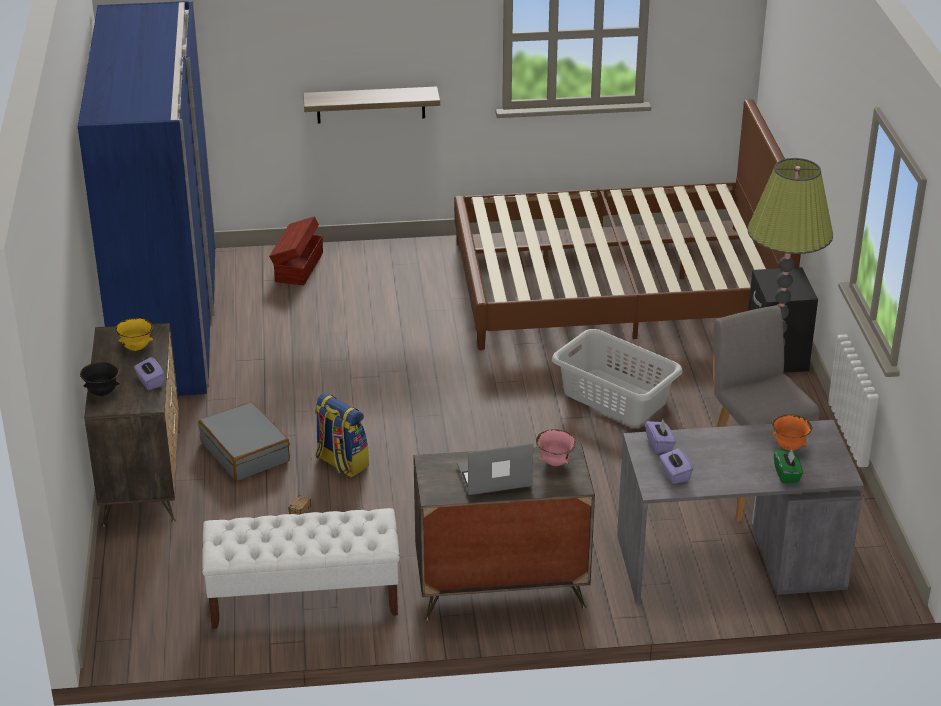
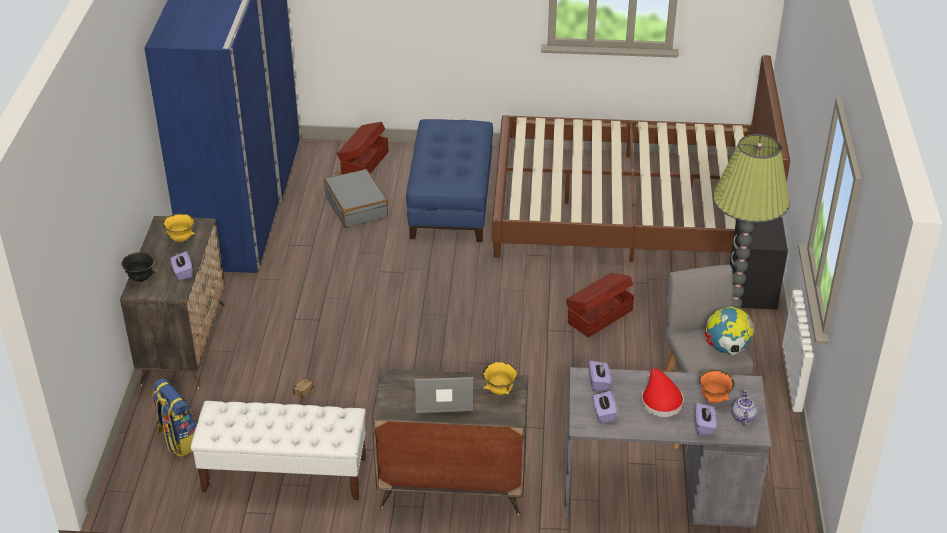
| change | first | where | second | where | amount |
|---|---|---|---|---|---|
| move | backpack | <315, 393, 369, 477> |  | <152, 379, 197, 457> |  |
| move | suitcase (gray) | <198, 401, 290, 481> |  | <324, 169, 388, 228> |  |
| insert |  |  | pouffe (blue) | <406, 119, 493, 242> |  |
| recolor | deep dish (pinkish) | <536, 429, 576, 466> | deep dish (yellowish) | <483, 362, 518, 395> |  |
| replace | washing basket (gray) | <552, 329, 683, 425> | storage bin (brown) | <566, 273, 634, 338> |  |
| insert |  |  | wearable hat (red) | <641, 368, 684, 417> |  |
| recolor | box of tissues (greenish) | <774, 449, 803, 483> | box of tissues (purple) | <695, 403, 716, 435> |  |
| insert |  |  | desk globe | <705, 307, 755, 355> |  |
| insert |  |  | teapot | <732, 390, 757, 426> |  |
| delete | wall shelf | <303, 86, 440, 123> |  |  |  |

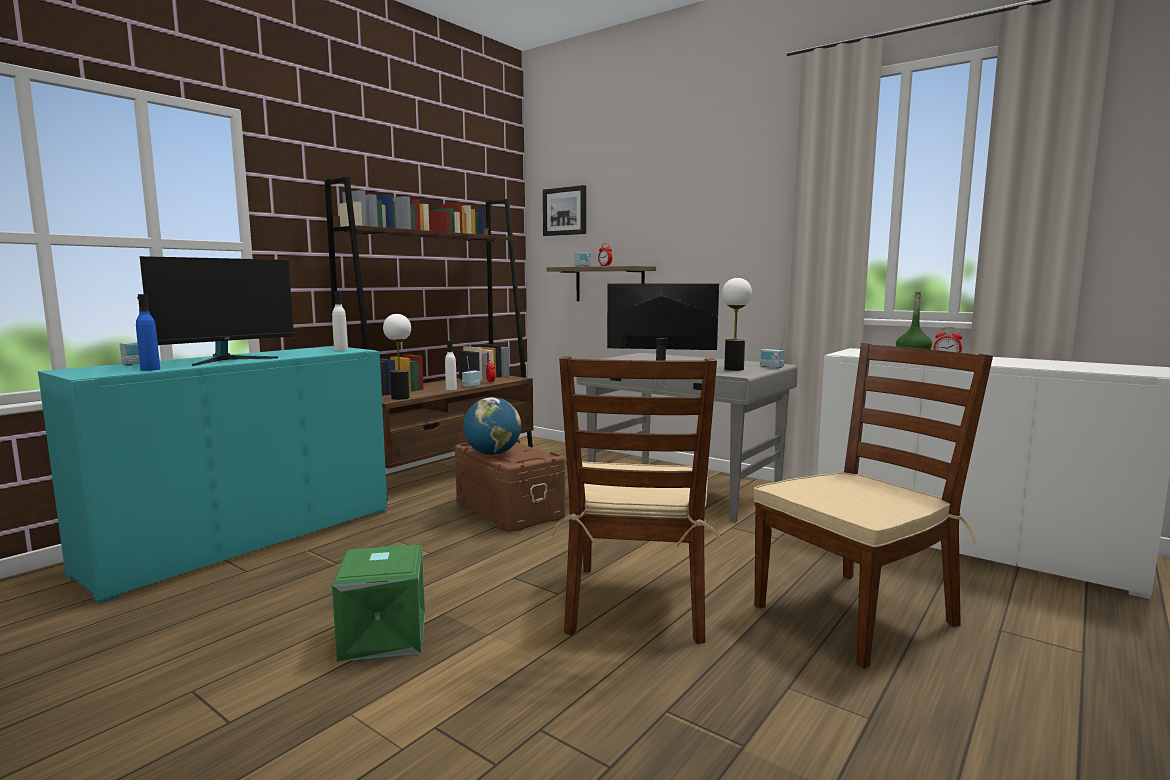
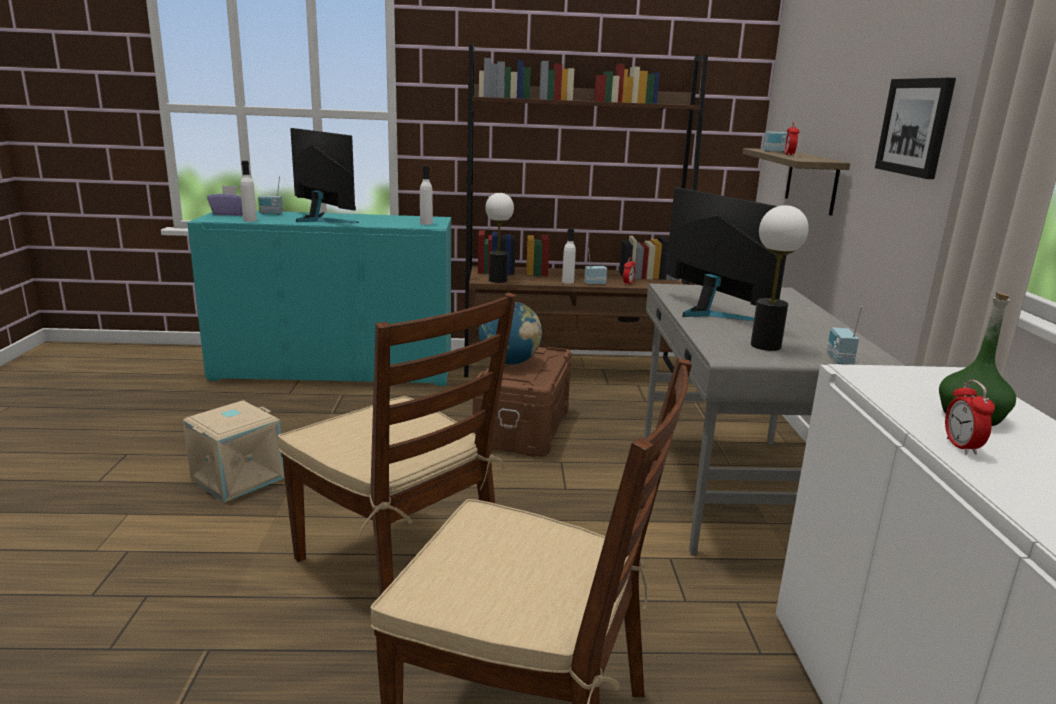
| change | first | where | second | where | amount |
|---|---|---|---|---|---|
| recolor | storage bin (greenish) | <332, 545, 425, 662> | storage bin (sand-coloured) | <183, 400, 285, 503> |  |
| insert |  |  | box of tissues (purple) | <207, 185, 243, 216> |  |
| recolor | drink bottle (blue) | <136, 294, 160, 371> | drink bottle (white) | <240, 161, 257, 222> |  |
| rotate | chair (brown) | <551, 356, 723, 644> |  | <278, 292, 517, 595> | 105 degrees counterclockwise |
| rotate | computer screen | <140, 256, 294, 366> |  | <290, 128, 359, 223> | 135 degrees counterclockwise |
| move | picture | <543, 185, 586, 236> |  | <875, 78, 956, 179> |  |

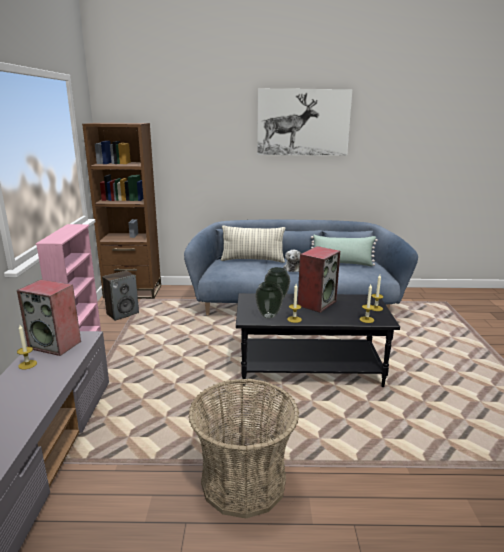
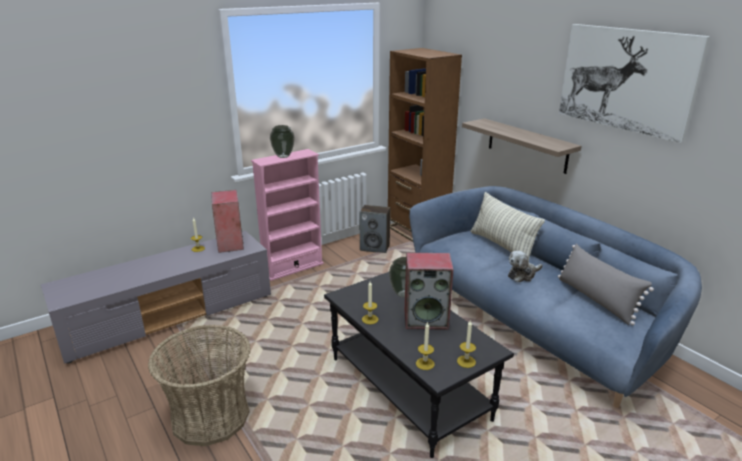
| change | first | where | second | where | amount |
|---|---|---|---|---|---|
| move | decorative vase | <255, 281, 283, 318> |  | <270, 125, 295, 158> |  |
| insert |  |  | wall shelf | <462, 118, 582, 174> |  |
| recolor | pillow (greenish) | <311, 235, 378, 267> | pillow (gray) | <558, 244, 654, 325> |  |

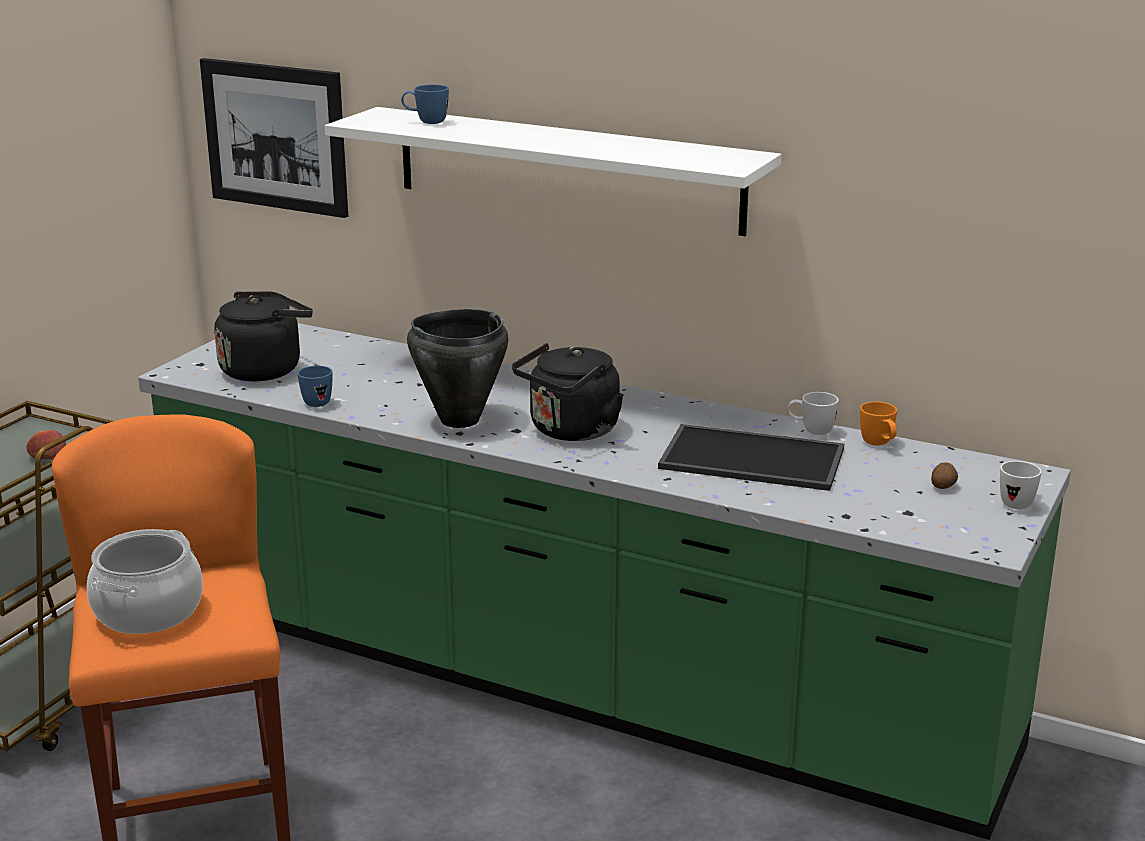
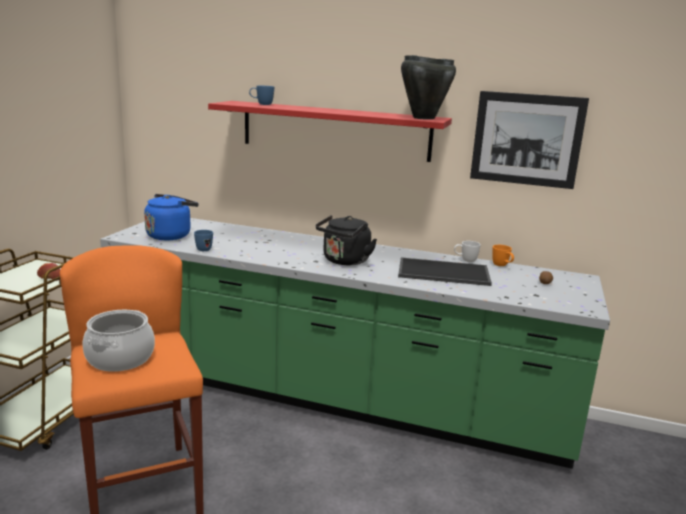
| change | first | where | second | where | amount |
|---|---|---|---|---|---|
| recolor | tea kettle (black-coloured) | <214, 291, 313, 382> | tea kettle (blue) | <144, 194, 199, 240> |  |
| recolor | wall shelf (white) | <325, 107, 782, 236> | wall shelf (red) | <208, 101, 452, 162> |  |
| move | cooking pot (black-coloured) | <407, 309, 508, 428> |  | <401, 55, 456, 120> |  |
| move | picture | <200, 58, 348, 218> |  | <470, 91, 589, 189> |  |
| delete | tea mug (white) | <1000, 461, 1042, 509> |  |  |  |

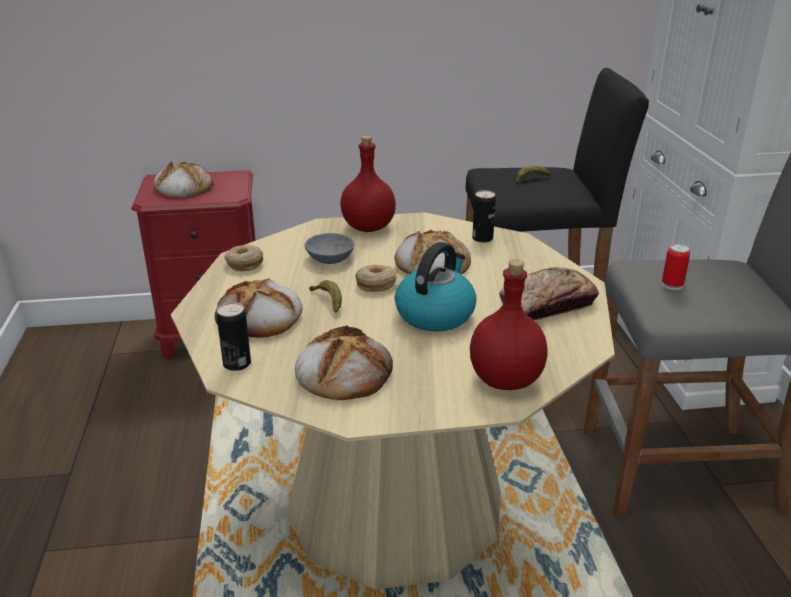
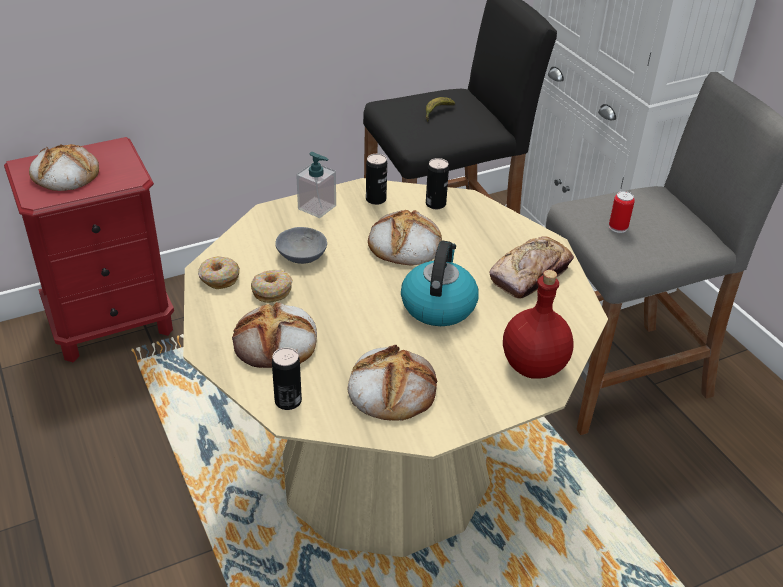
| change | first | where | second | where | amount |
|---|---|---|---|---|---|
| move | donut | <355, 265, 397, 292> |  | <251, 270, 293, 303> |  |
| replace | drink bottle (red) | <340, 136, 396, 232> | liquid soap bottle | <296, 152, 336, 218> |  |
| insert |  |  | can | <366, 154, 387, 205> |  |
| delete | whole banana | <309, 280, 342, 313> |  |  |  |

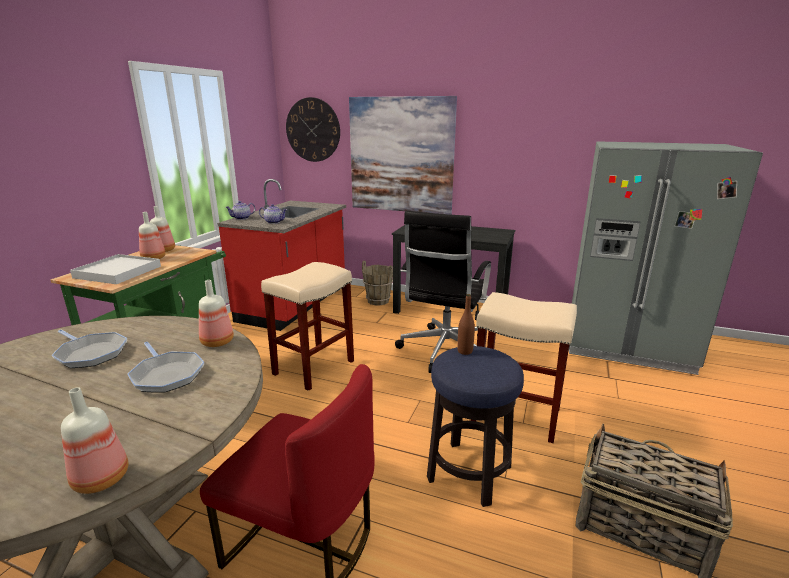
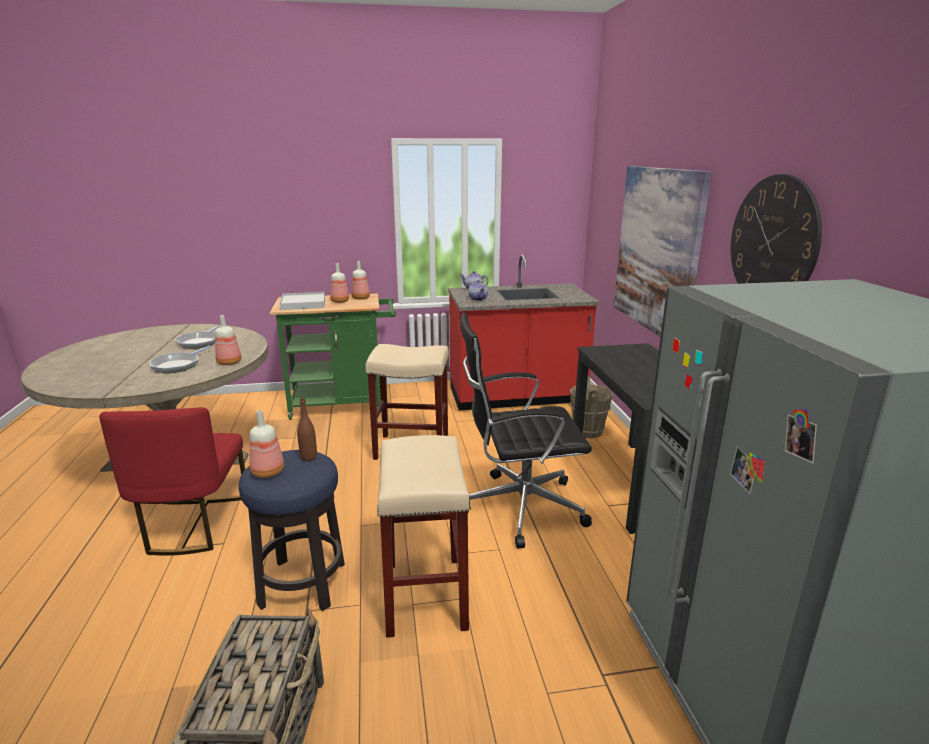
| change | first | where | second | where | amount |
|---|---|---|---|---|---|
| move | drink bottle | <61, 387, 128, 494> |  | <249, 410, 284, 478> |  |
| move | clock on the wall | <286, 97, 340, 162> |  | <731, 174, 822, 284> |  |

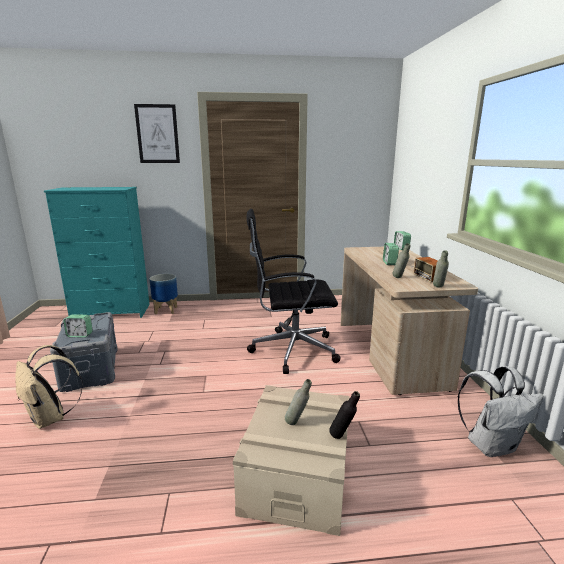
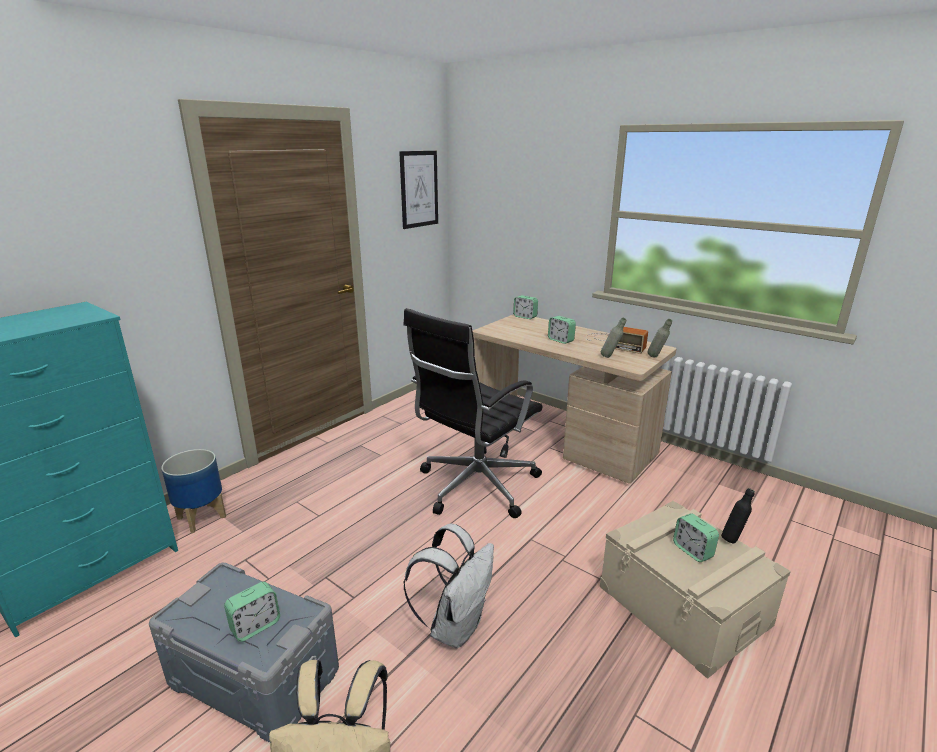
| change | first | where | second | where | amount |
|---|---|---|---|---|---|
| move | picture | <134, 104, 180, 163> |  | <399, 151, 438, 229> |  |
| move | backpack (white) | <458, 366, 544, 457> |  | <403, 524, 494, 648> |  |
| replace | drink bottle (gray) | <285, 379, 312, 425> | bedside clock | <673, 513, 719, 562> |  |

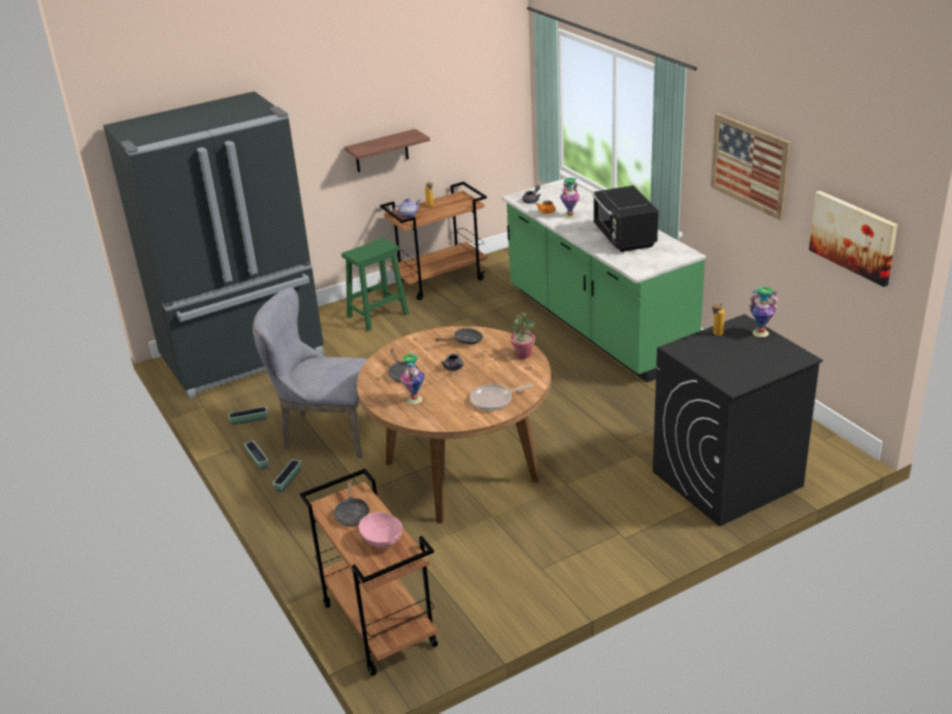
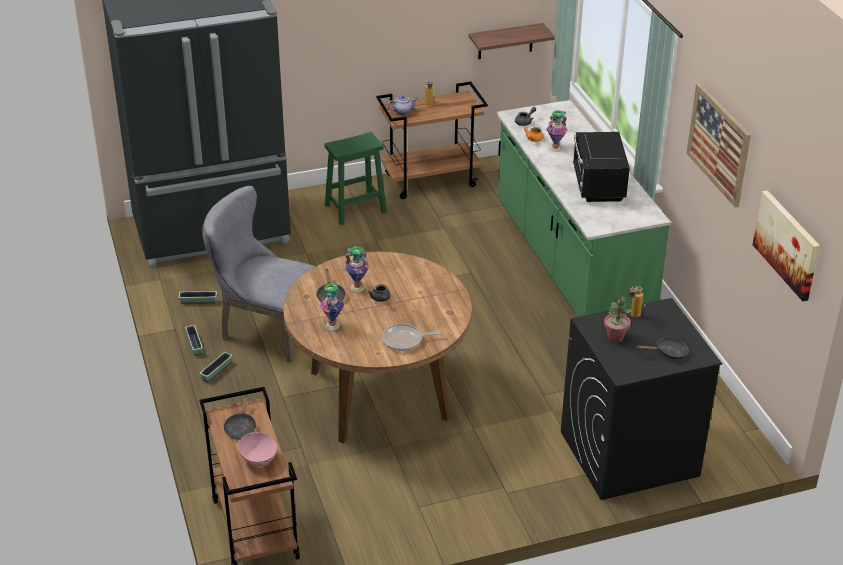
| change | first | where | second | where | amount |
|---|---|---|---|---|---|
| move | decorative vase | <750, 287, 778, 337> |  | <345, 246, 369, 292> |  |
| move | wall shelf | <344, 129, 430, 172> |  | <469, 23, 555, 59> |  |
| move | houseplant | <510, 313, 535, 359> |  | <604, 296, 632, 343> |  |
| move | pan (black-coloured) | <435, 329, 483, 344> |  | <636, 337, 689, 359> |  |

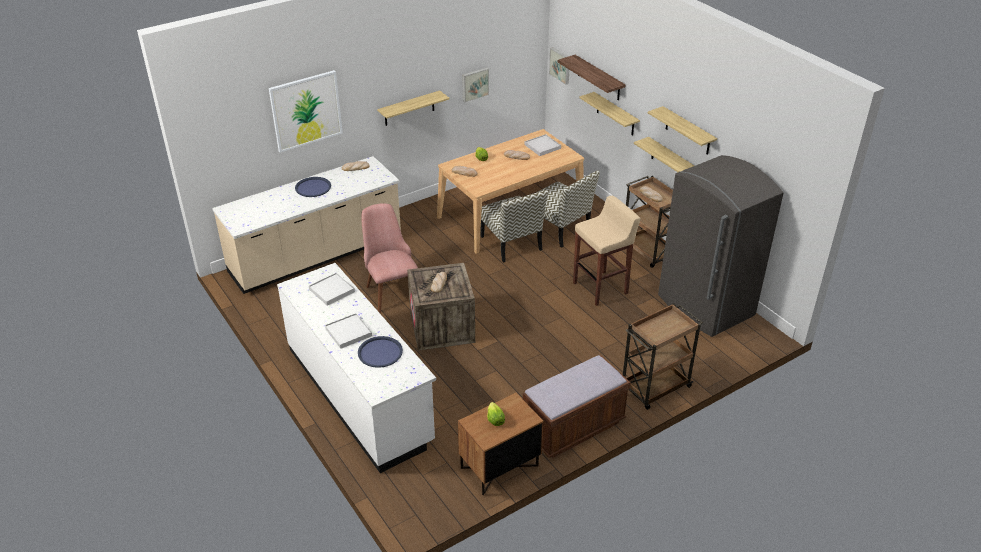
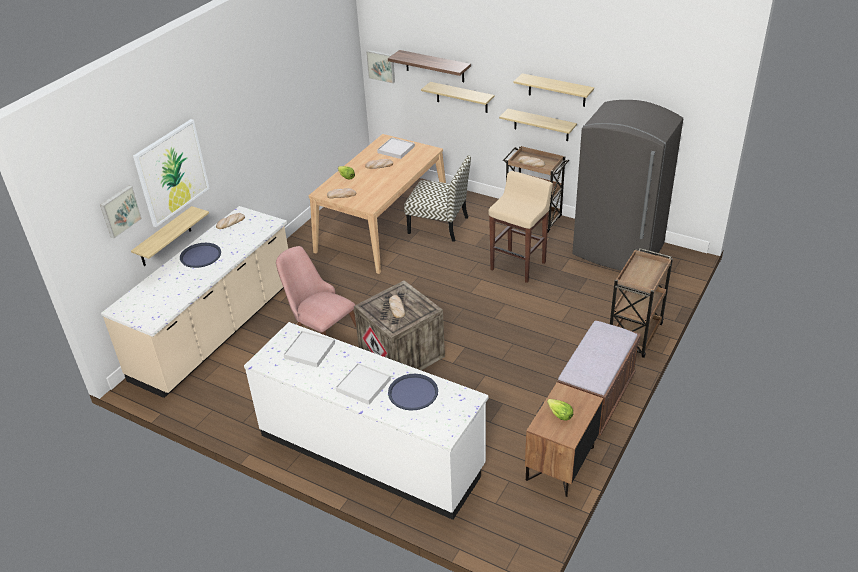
| change | first | where | second | where | amount |
|---|---|---|---|---|---|
| move | picture | <462, 68, 489, 102> |  | <100, 186, 142, 238> |  |
| move | wall shelf | <377, 90, 450, 126> |  | <131, 206, 209, 266> |  |
| delete | chair | <480, 190, 549, 263> |  |  |  |

